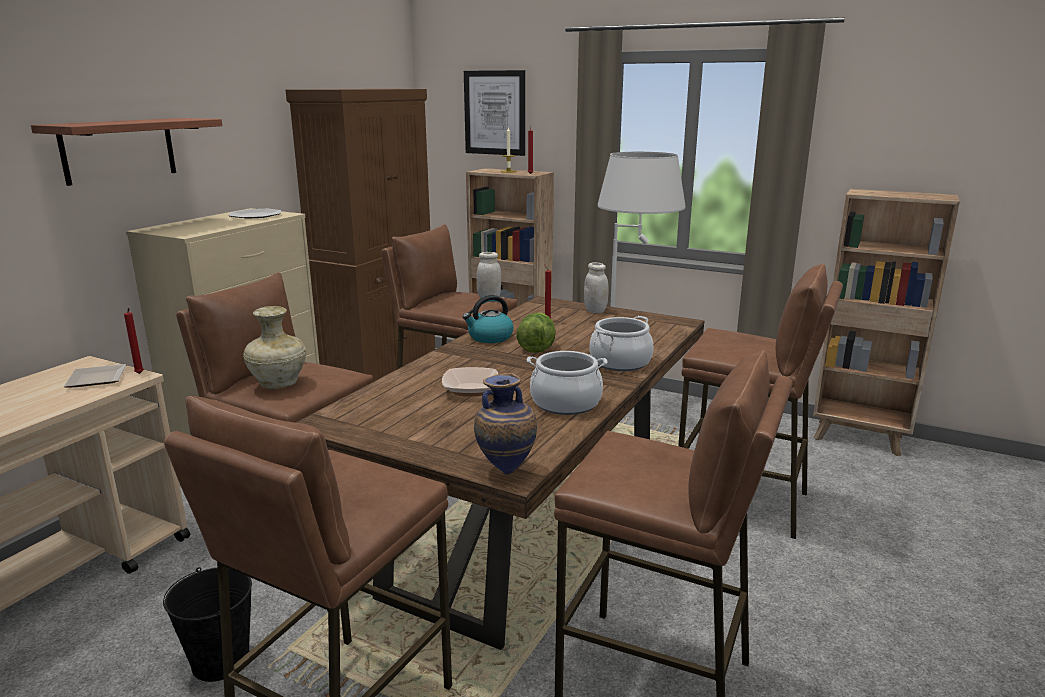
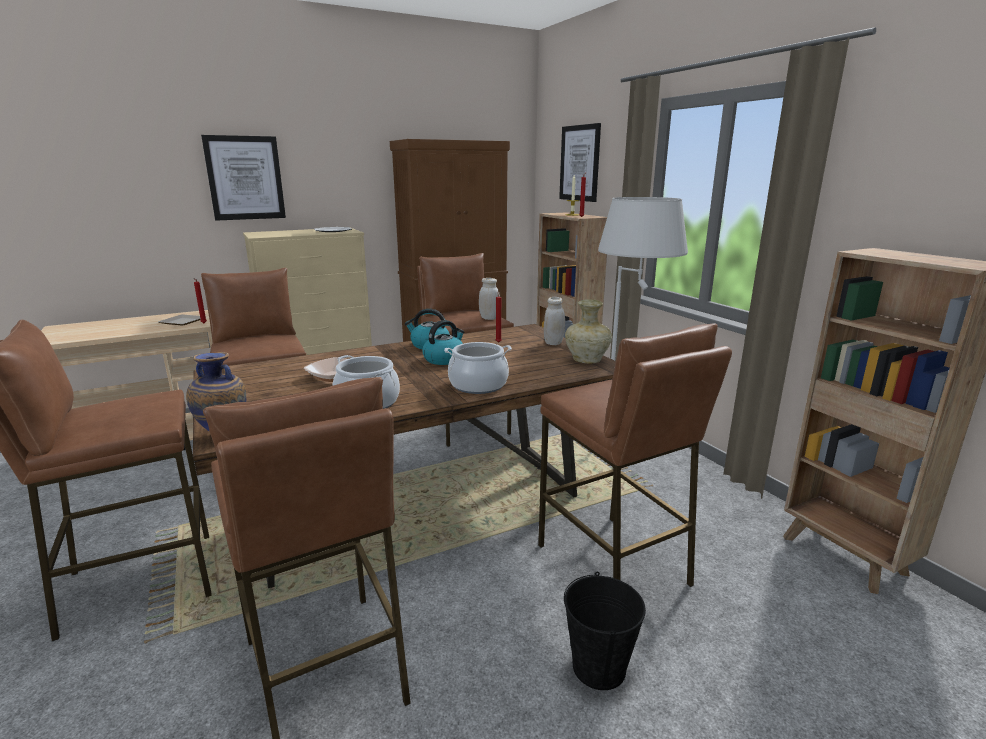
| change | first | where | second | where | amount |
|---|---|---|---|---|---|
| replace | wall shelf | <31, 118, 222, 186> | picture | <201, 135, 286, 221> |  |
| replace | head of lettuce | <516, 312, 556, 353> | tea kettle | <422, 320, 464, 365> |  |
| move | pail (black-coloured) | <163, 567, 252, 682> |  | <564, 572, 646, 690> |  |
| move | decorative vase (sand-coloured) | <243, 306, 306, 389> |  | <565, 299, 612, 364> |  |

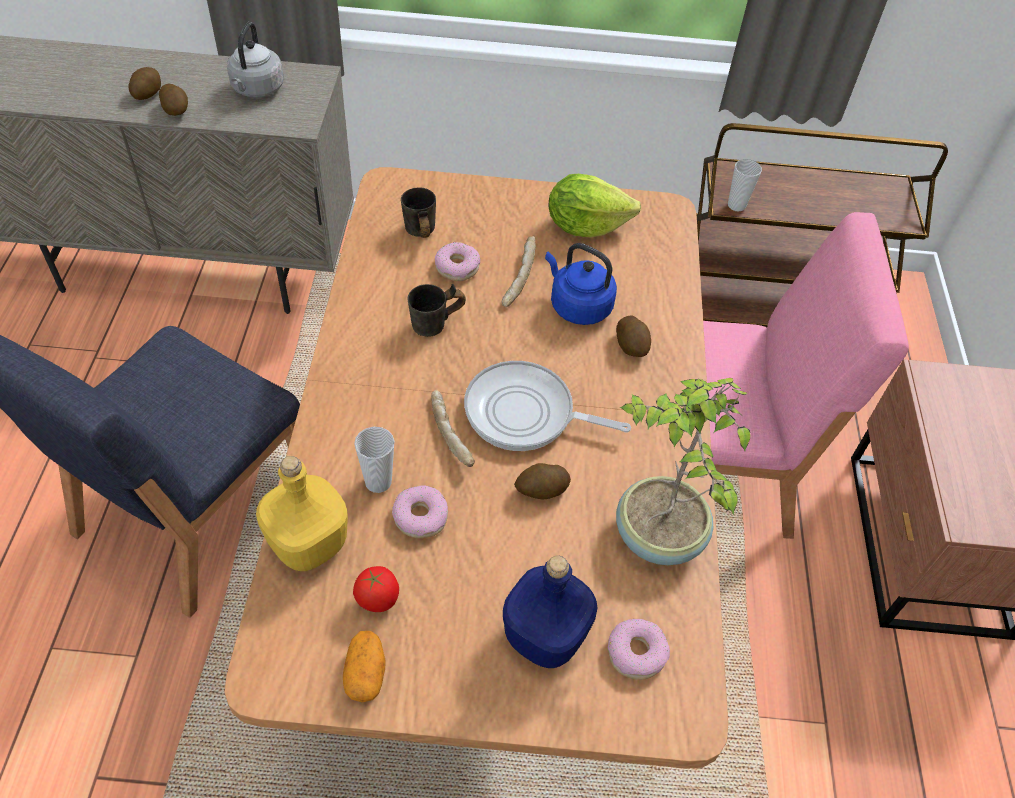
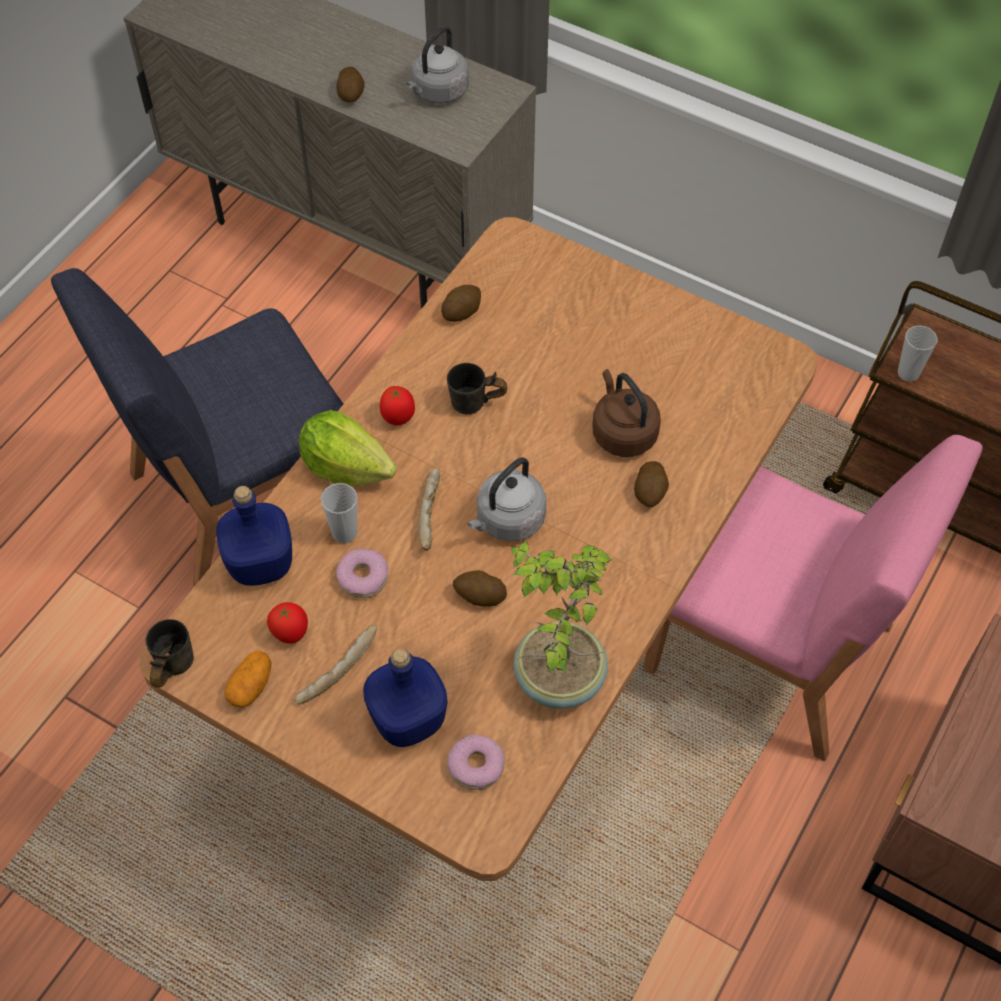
| change | first | where | second | where | amount |
|---|---|---|---|---|---|
| move | tea mug (gray) | <401, 187, 436, 238> |  | <145, 619, 194, 688> |  |
| recolor | drink bottle (yellowish) | <256, 456, 348, 571> | drink bottle (blue) | <216, 486, 292, 586> |  |
| move | bread | <502, 236, 536, 307> |  | <294, 625, 377, 705> |  |
| move | head of lettuce | <549, 174, 641, 237> |  | <298, 410, 397, 487> |  |
| insert |  |  | whole tomato | <380, 386, 415, 425> |  |
| move | spud | <128, 67, 161, 100> |  | <441, 285, 481, 322> |  |
| replace | pan | <464, 361, 631, 451> | tea kettle (gray) | <467, 457, 547, 541> |  |
| recolor | tea kettle (blue) | <545, 243, 617, 325> | tea kettle (brown) | <592, 369, 661, 457> |  |
| delete | donut | <435, 242, 480, 281> |  |  |  |

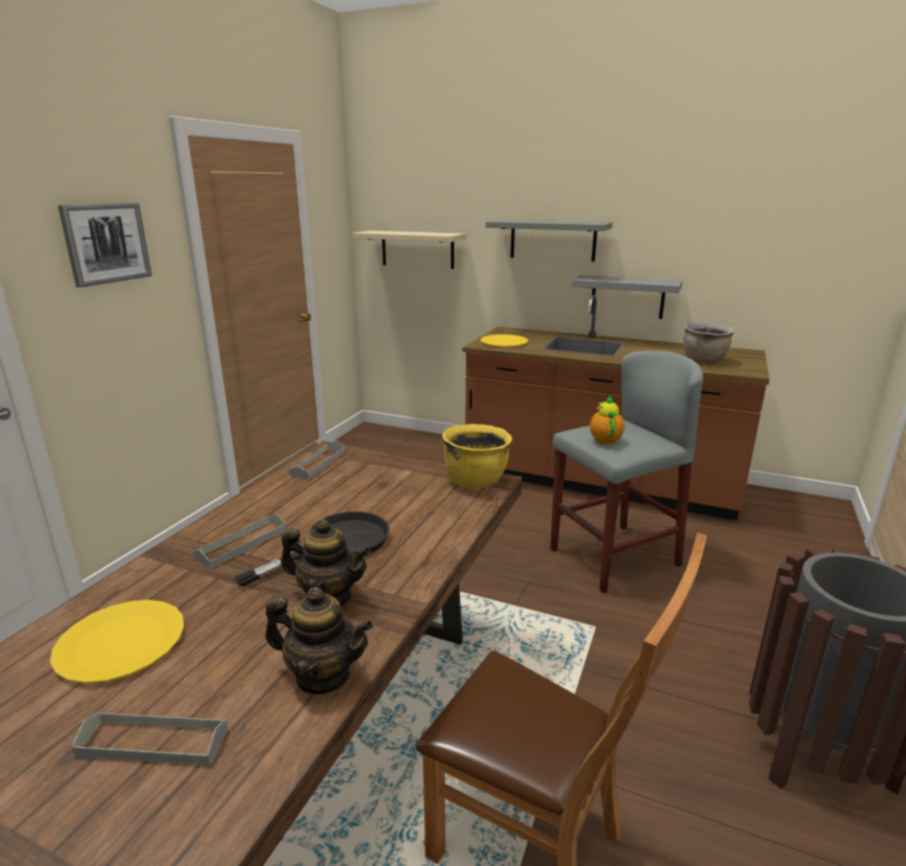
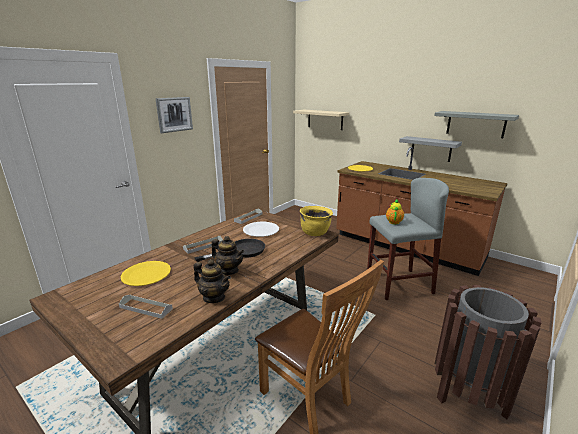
| change | first | where | second | where | amount |
|---|---|---|---|---|---|
| insert |  |  | dinner plate (white) | <243, 222, 279, 237> |  |
| move | wall shelf (gray) | <486, 220, 613, 262> |  | <434, 111, 519, 138> |  |
| delete | cooking pot (brown) | <683, 321, 735, 364> |  |  |  |

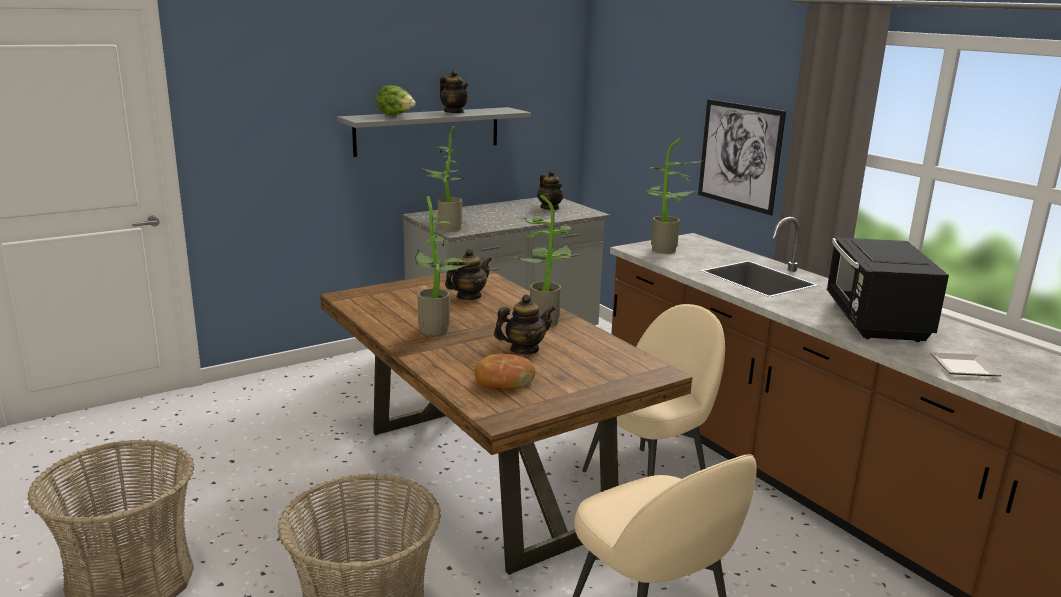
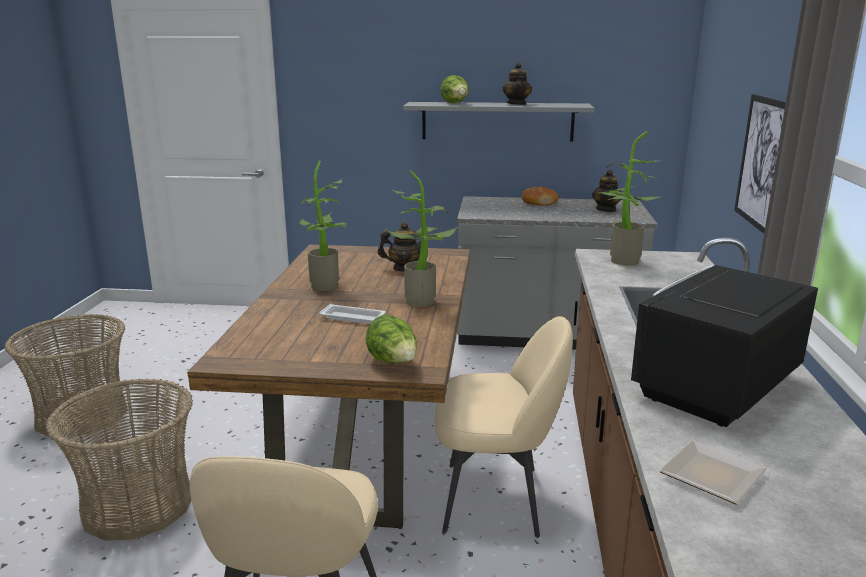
| change | first | where | second | where | amount |
|---|---|---|---|---|---|
| replace | teapot | <494, 294, 556, 354> | serving tray (white) | <319, 304, 386, 324> |  |
| insert |  |  | head of lettuce | <366, 314, 417, 364> |  |
| move | bread | <474, 353, 536, 390> |  | <522, 187, 559, 205> |  |
| delete | houseplant | <422, 126, 464, 232> |  |  |  |

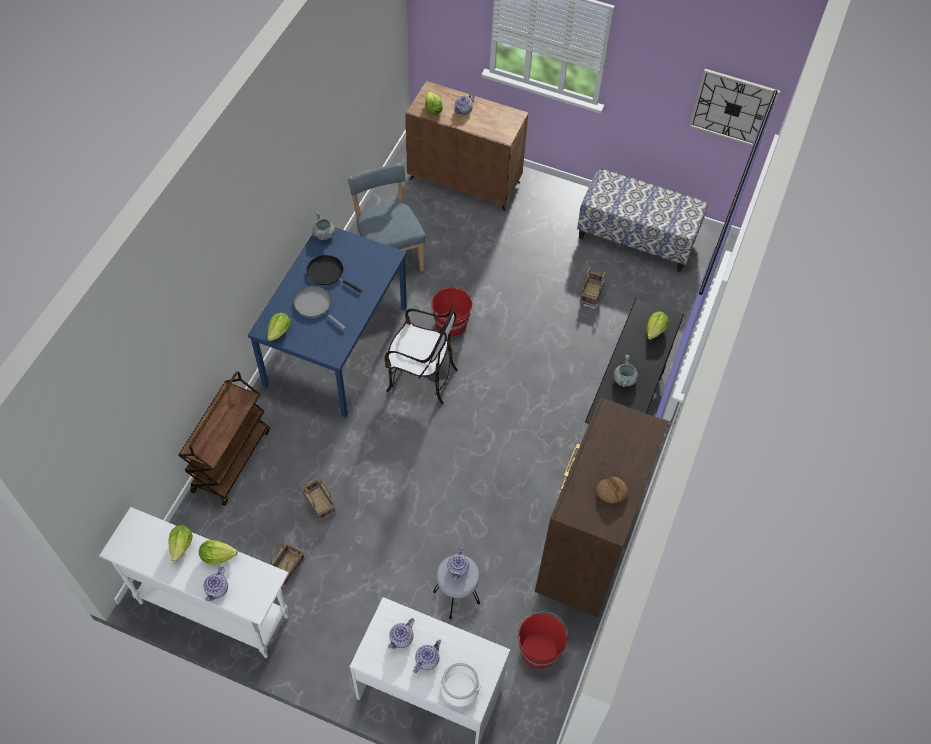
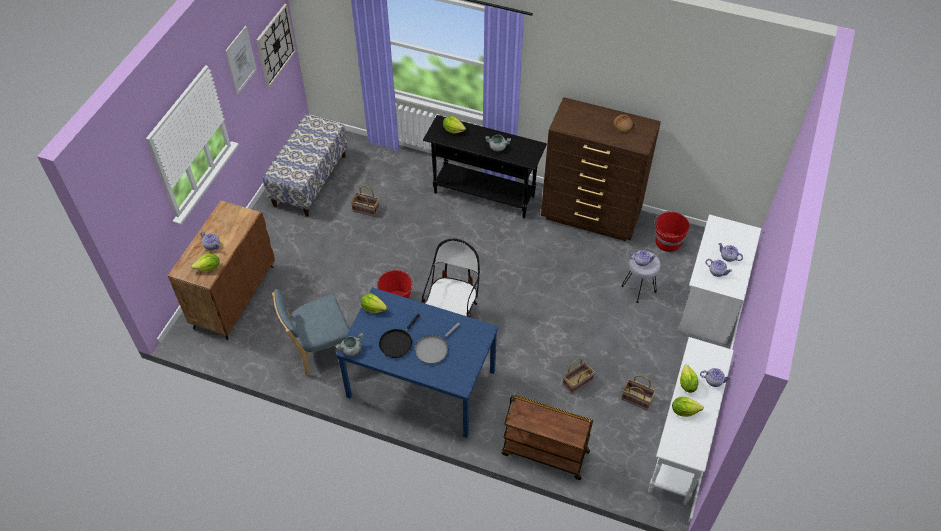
| change | first | where | second | where | amount |
|---|---|---|---|---|---|
| insert |  |  | picture | <225, 26, 257, 95> |  |
| move | head of lettuce | <267, 313, 291, 341> |  | <361, 293, 388, 313> |  |
| delete | cooking pot | <439, 663, 481, 707> |  |  |  |

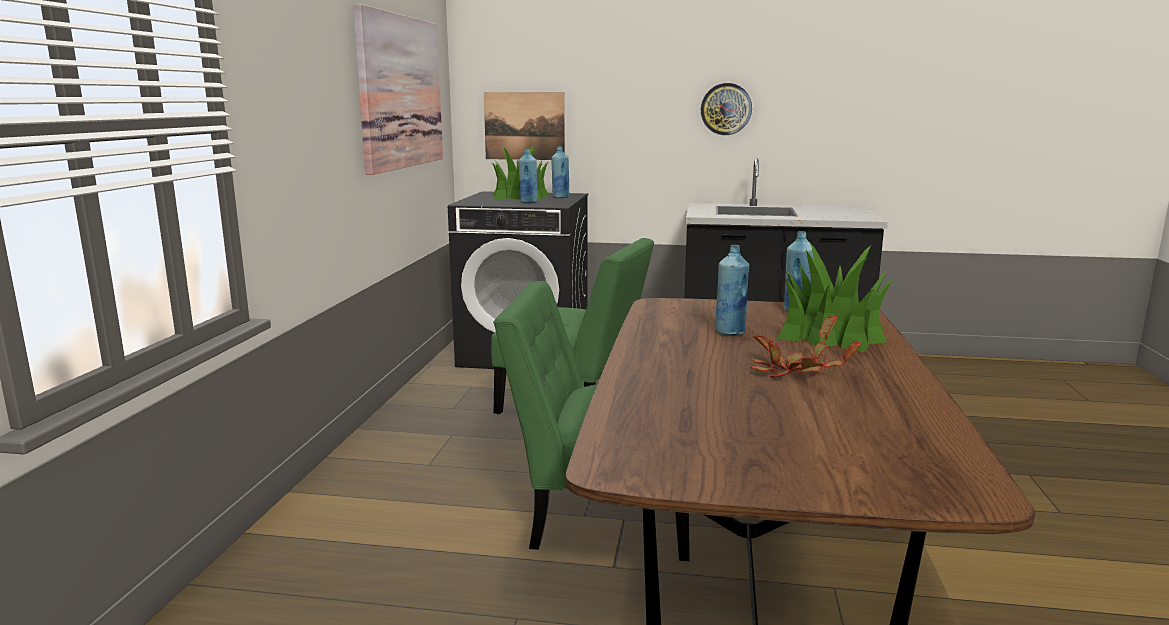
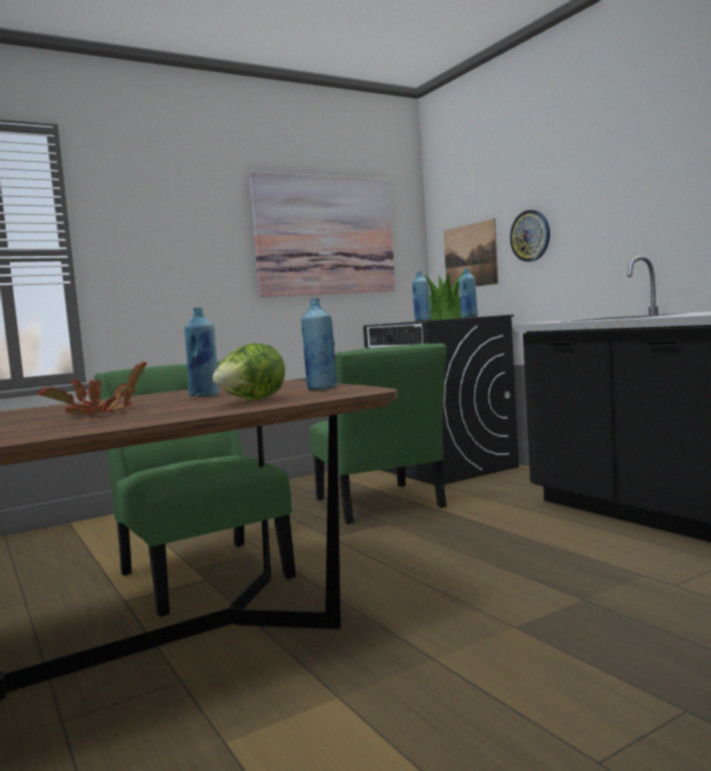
| change | first | where | second | where | amount |
|---|---|---|---|---|---|
| replace | houseplant | <777, 243, 893, 352> | head of lettuce | <213, 343, 285, 400> |  |
| move | clock on the wall | <701, 83, 752, 135> |  | <510, 210, 550, 262> |  |

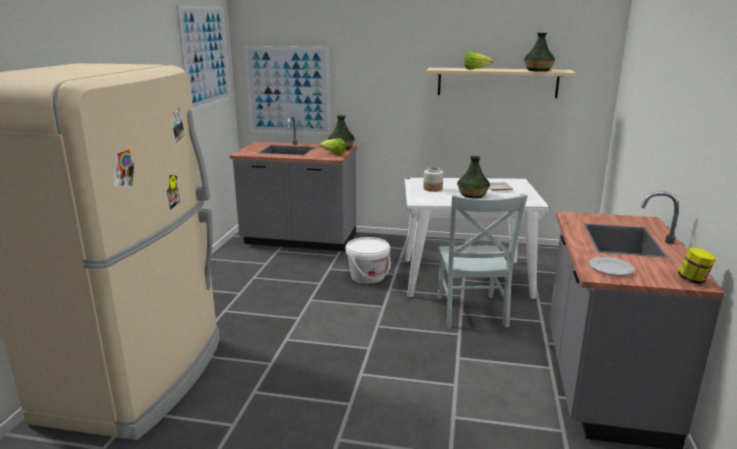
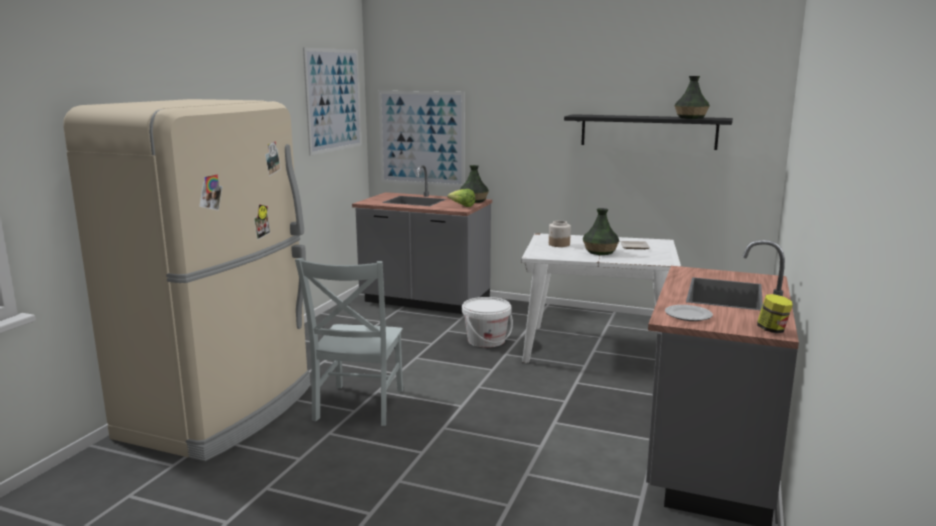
| change | first | where | second | where | amount |
|---|---|---|---|---|---|
| move | chair (gray) | <438, 194, 528, 328> |  | <295, 258, 403, 426> |  |
| recolor | wall shelf (sand-coloured) | <426, 68, 576, 98> | wall shelf (black-coloured) | <564, 114, 733, 150> |  |
| delete | head of lettuce | <464, 51, 494, 70> |  |  |  |

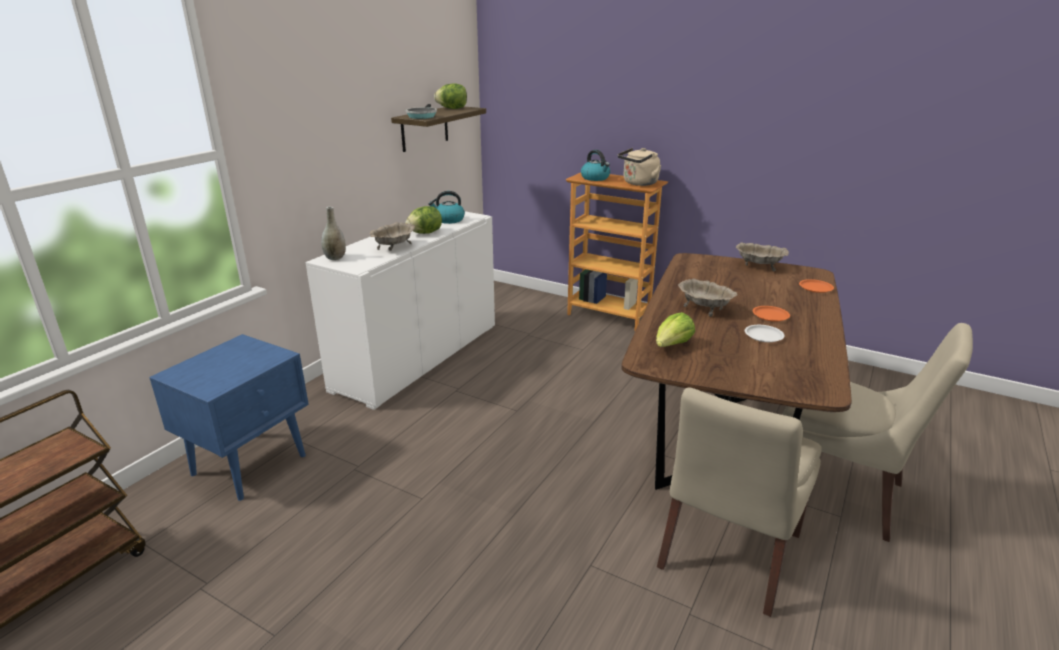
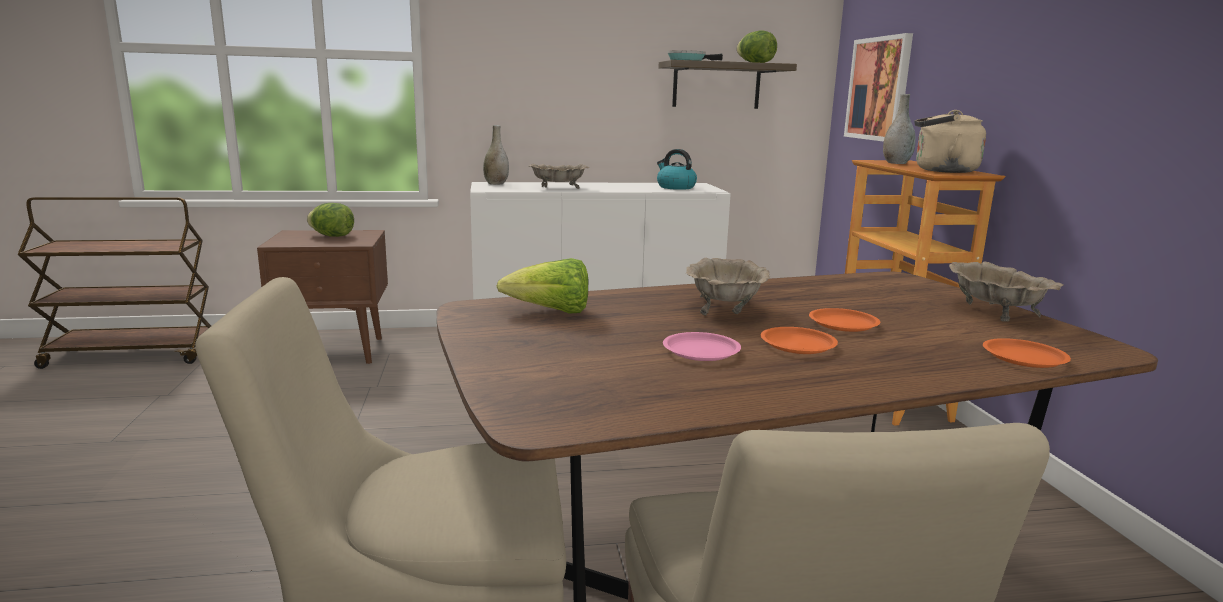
| change | first | where | second | where | amount |
|---|---|---|---|---|---|
| recolor | night table (blue) | <149, 334, 309, 501> | night table (brown) | <257, 230, 388, 364> |  |
| move | head of lettuce | <405, 206, 442, 234> |  | <307, 203, 354, 237> |  |
| recolor | dinner plate (white) | <745, 325, 785, 342> | dinner plate (pinkish) | <663, 332, 741, 361> |  |
| insert |  |  | dinner plate (orange) | <809, 308, 880, 332> |  |
| insert |  |  | picture | <844, 33, 913, 142> |  |
| replace | tea kettle | <581, 150, 610, 181> | decorative vase (gray) | <883, 94, 916, 164> |  |

